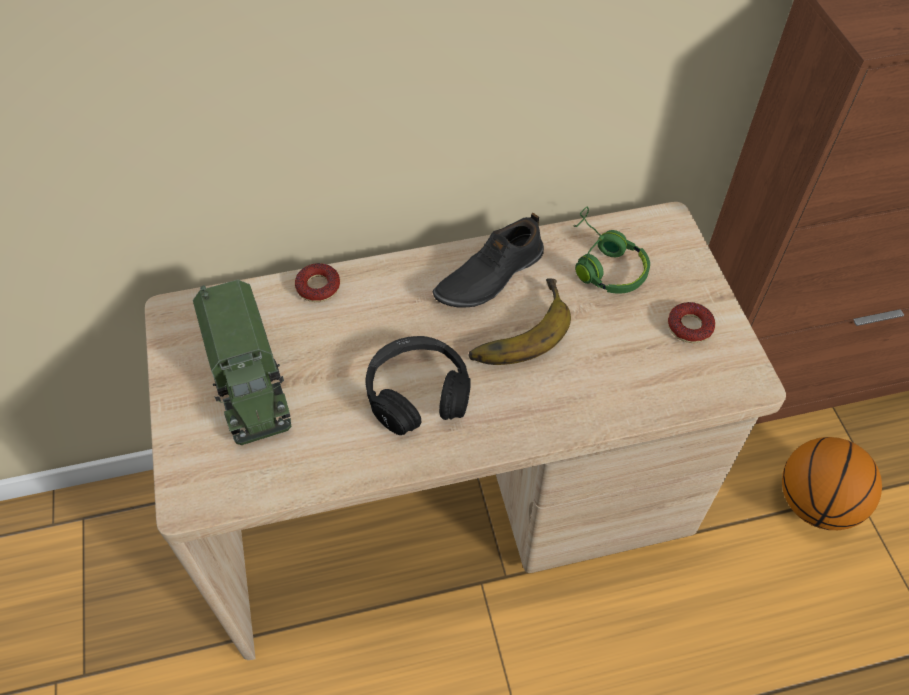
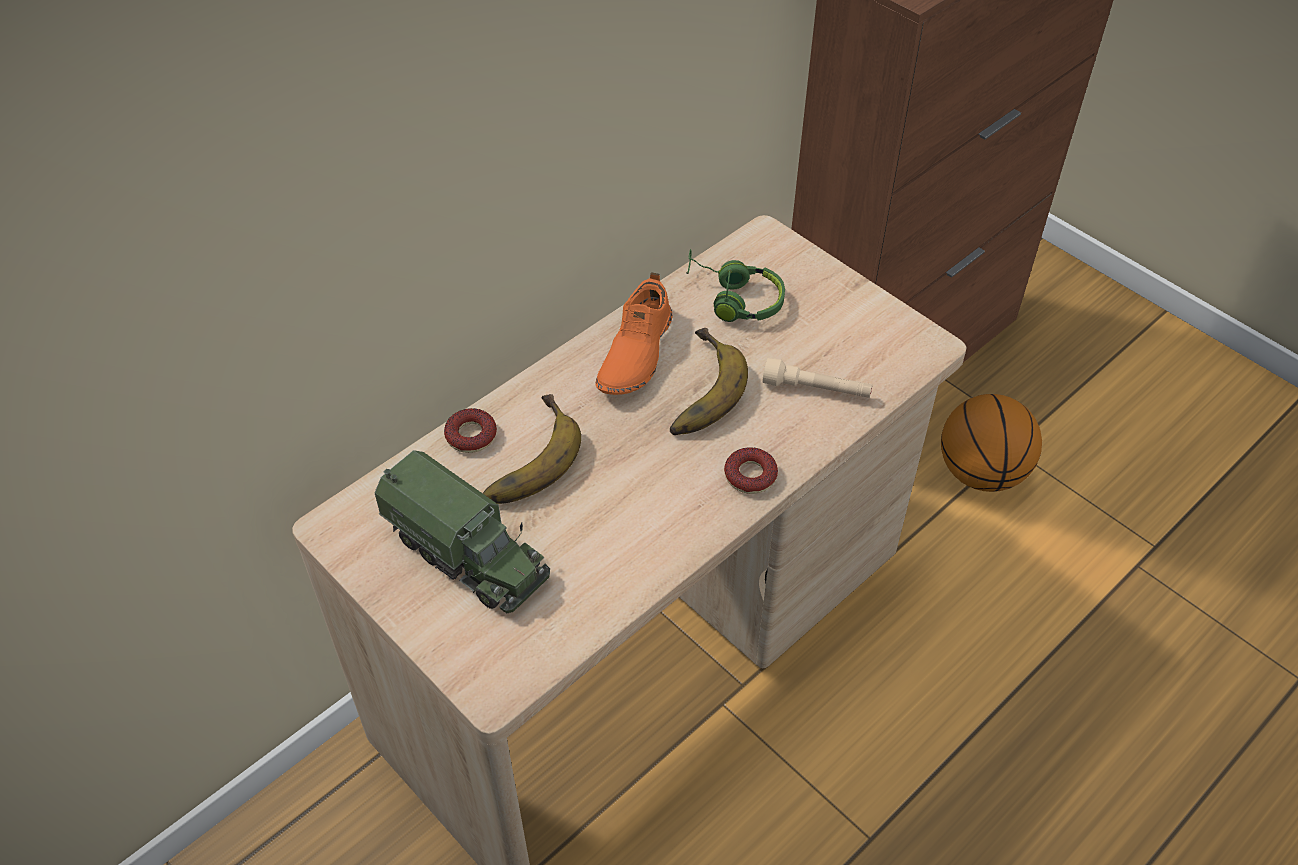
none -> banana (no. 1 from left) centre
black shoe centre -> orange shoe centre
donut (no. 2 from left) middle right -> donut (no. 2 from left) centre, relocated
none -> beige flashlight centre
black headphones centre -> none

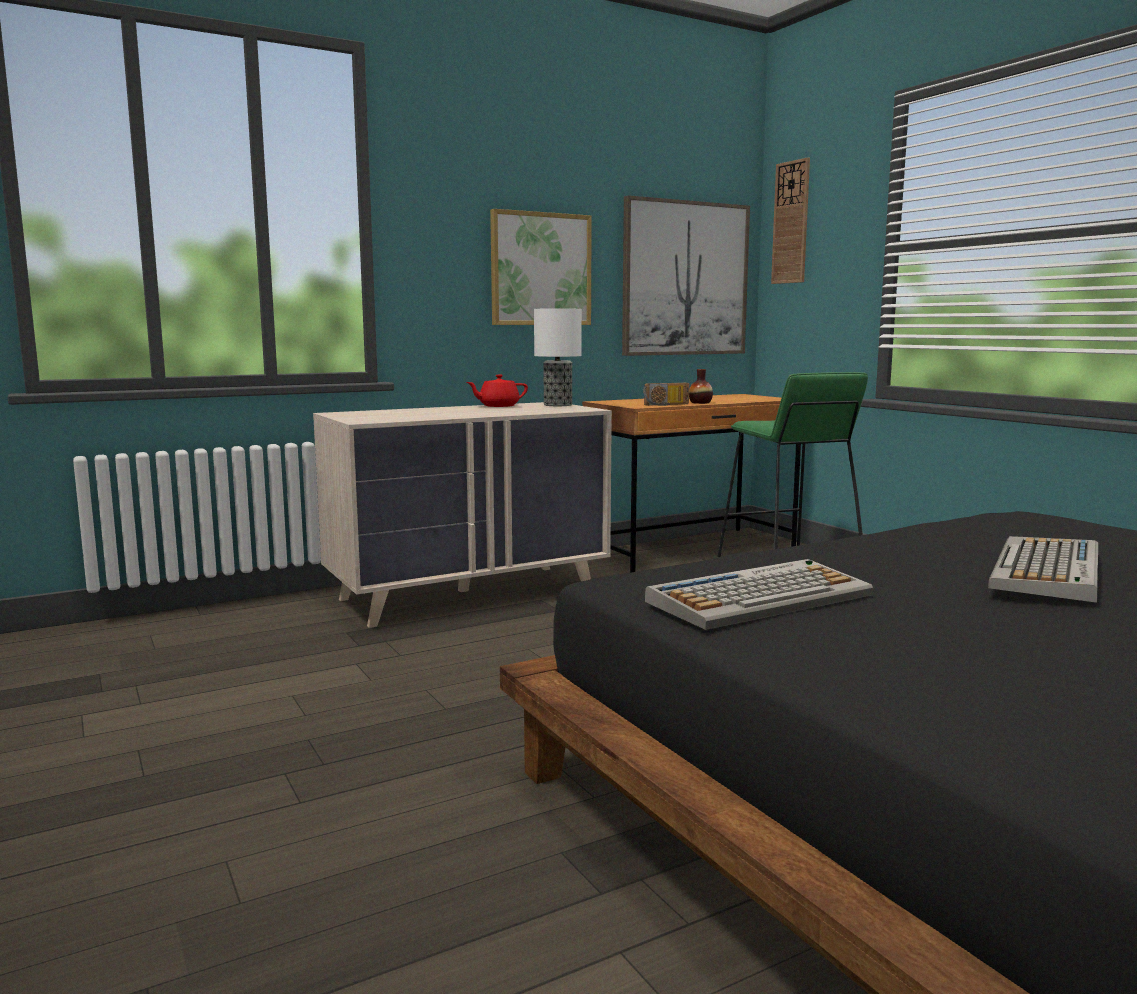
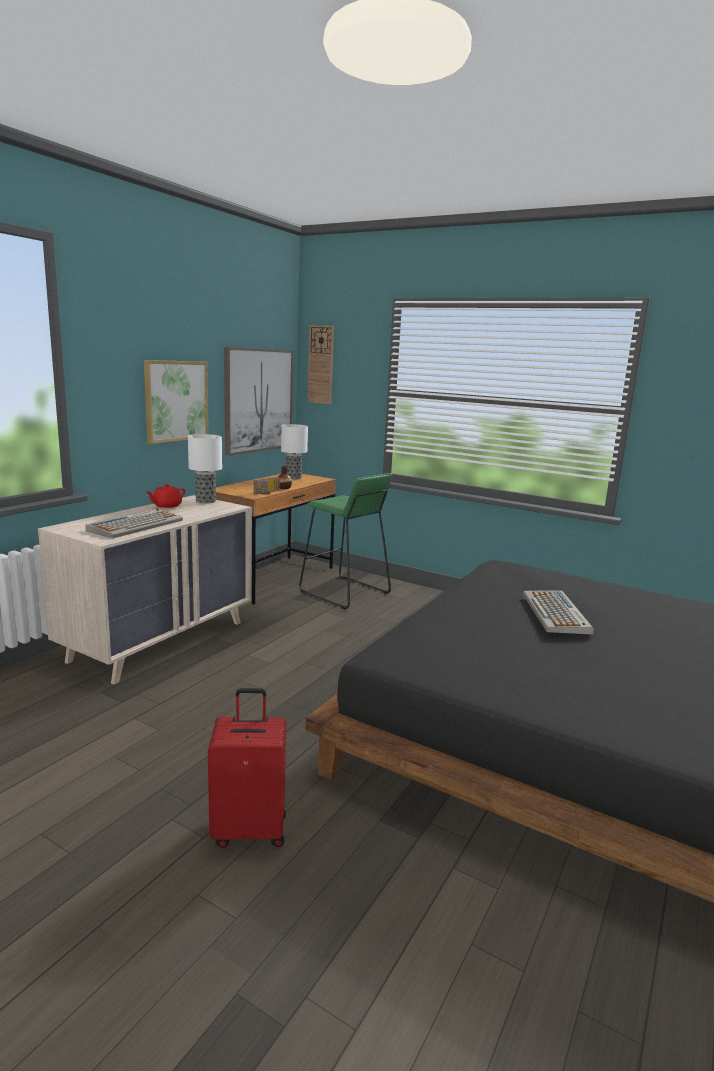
keyboard (no. 1 from left) middle right -> keyboard (no. 1 from left) middle left, relocated
none -> red suitcase bottom centre
none -> table lamp (no. 2 from left) centre

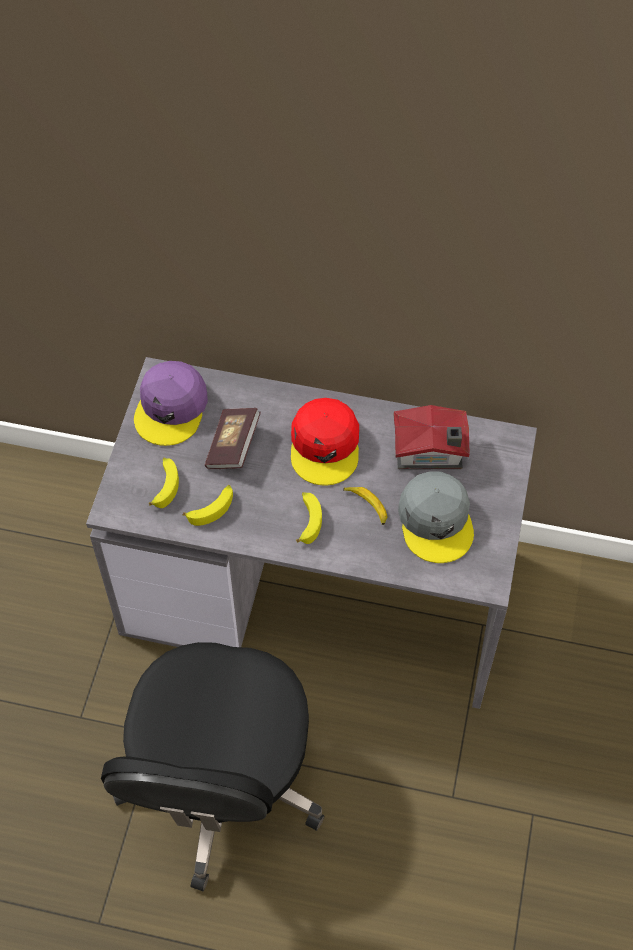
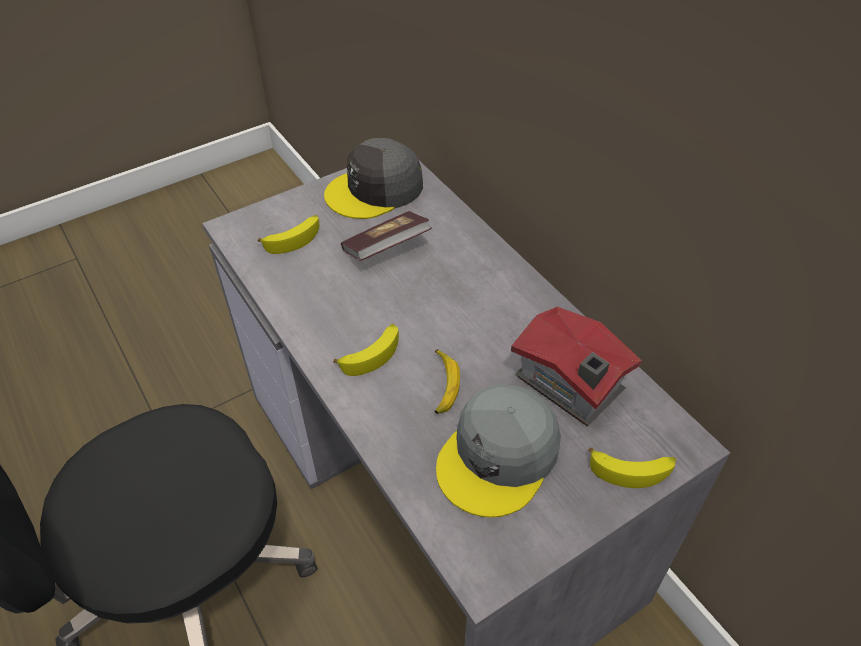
purple cap middle left -> grey cap (no. 1 from left) top centre
banana (no. 2 from left in the first image) middle left -> banana (no. 4 from left) bottom right, relocated
red cap centre -> none

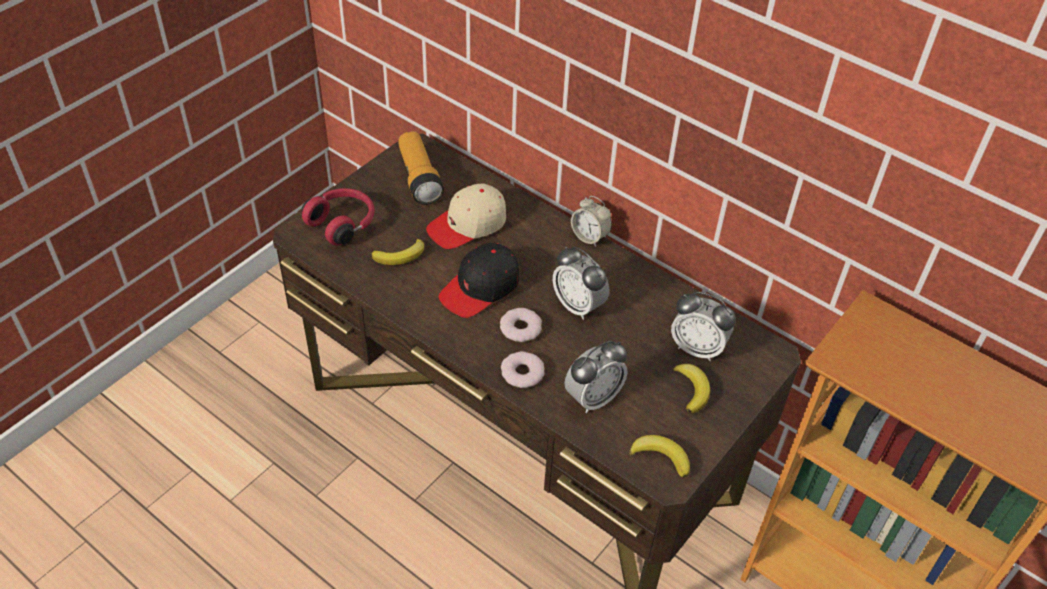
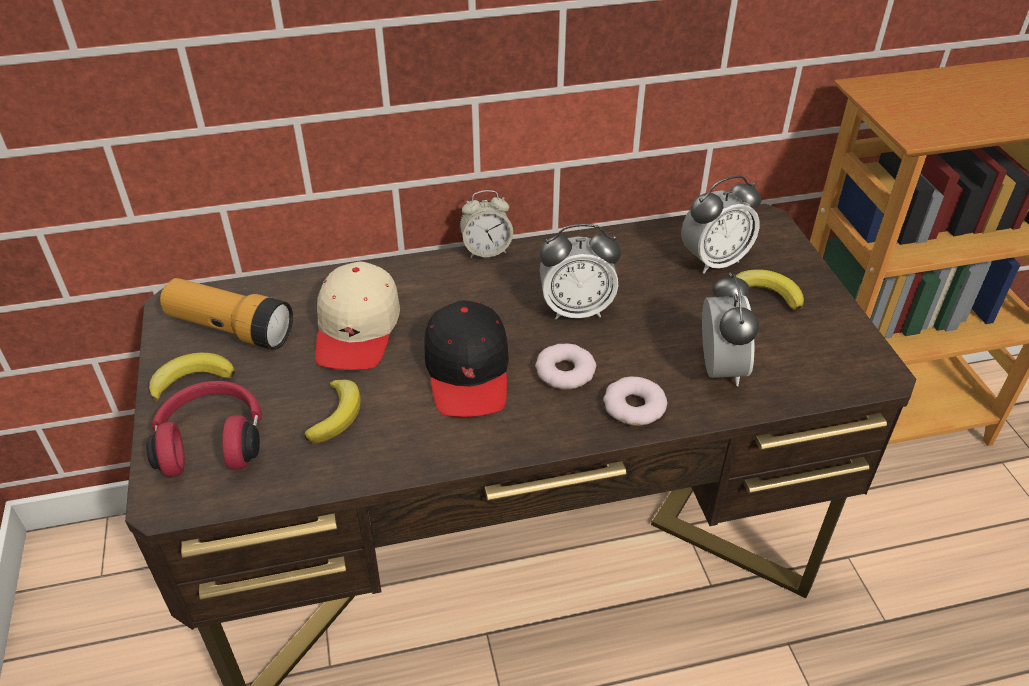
banana (no. 2 from left in the first image) bottom centre -> banana (no. 1 from left) middle left, relocated

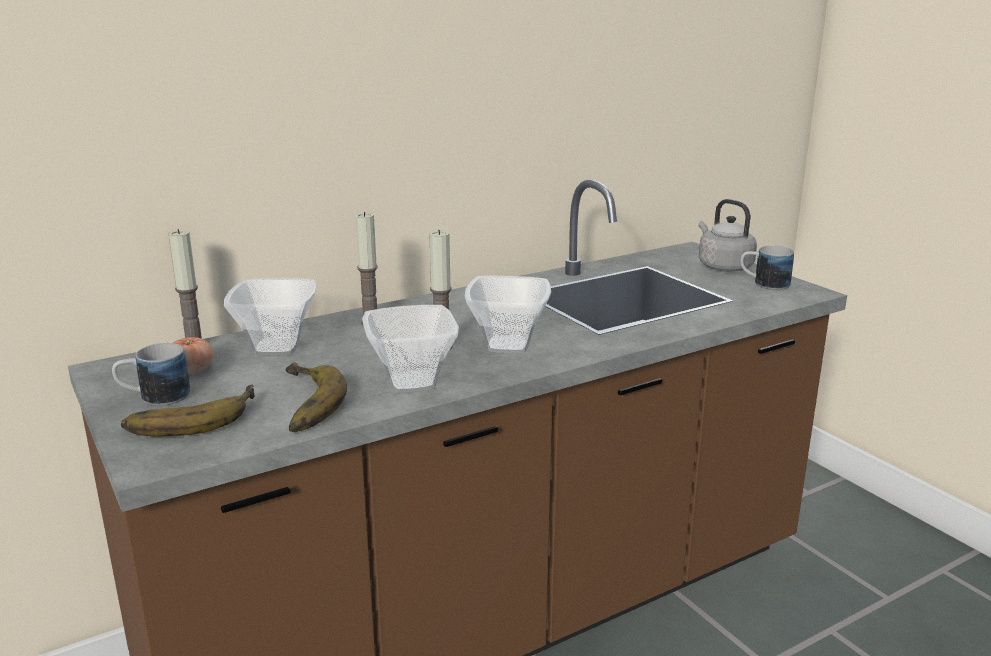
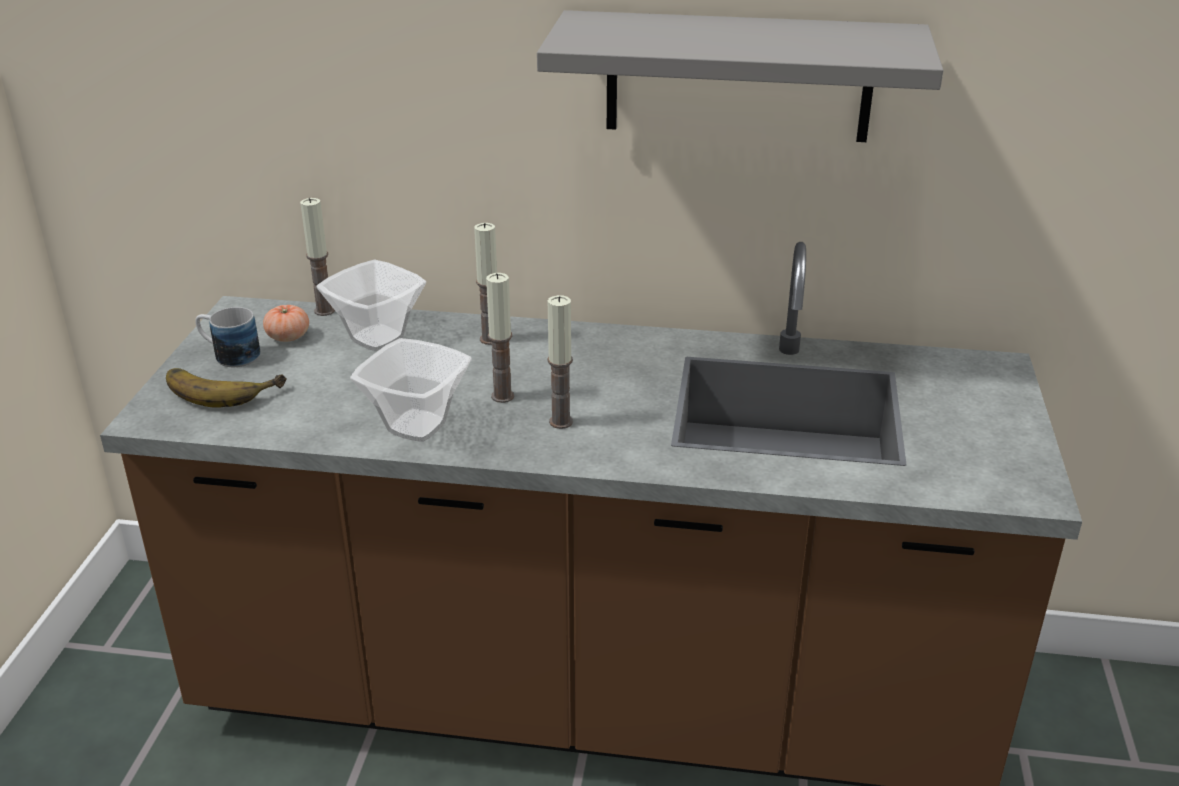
none -> grey shelf top centre
bowl (no. 3 from left) centre -> candle (no. 4 from left) centre
banana (no. 2 from left) middle left -> none
grey kettle middle right -> none
mug (no. 2 from left) middle right -> none

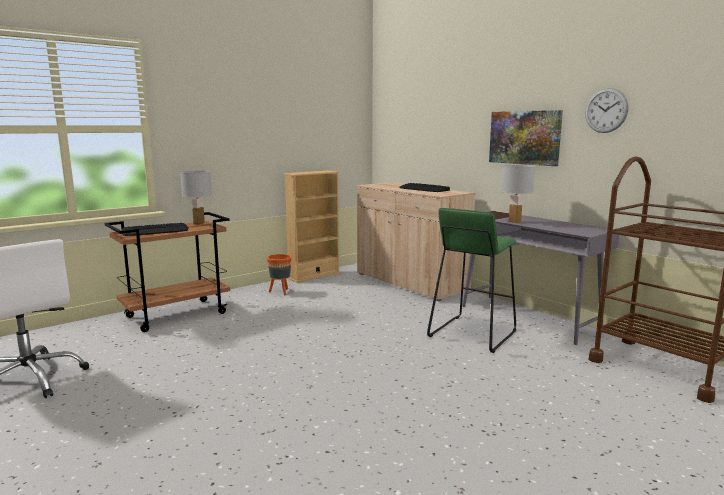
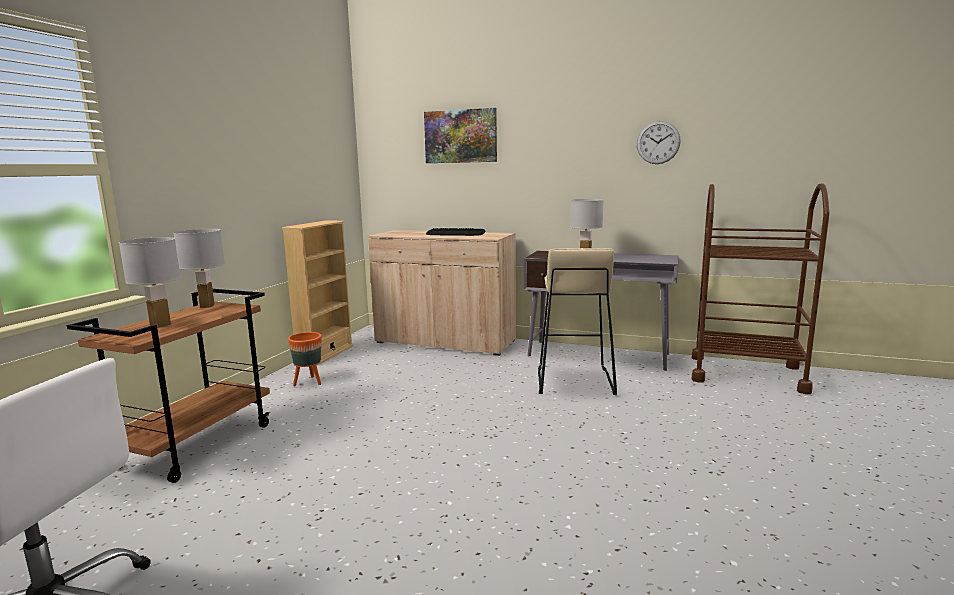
keyboard (no. 1 from left) middle left -> white table lamp (no. 1 from left) middle left
picture top right -> picture top centre, relocated
green stool centre -> beige stool centre

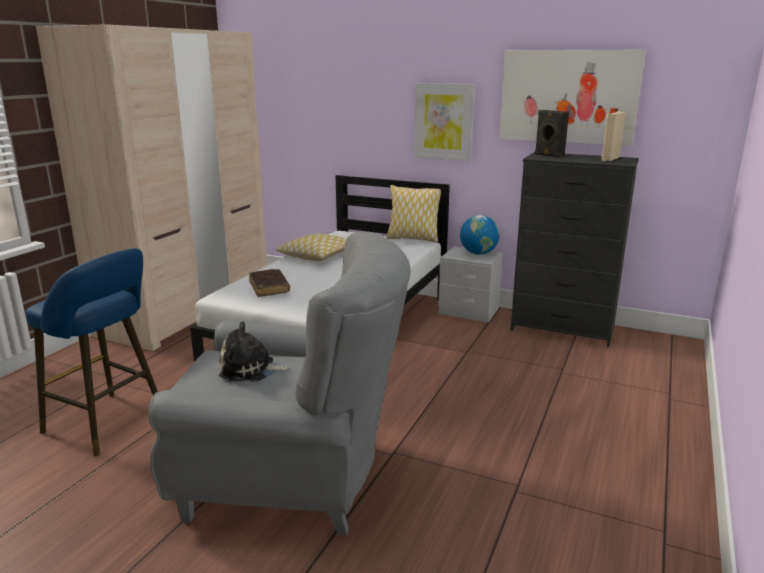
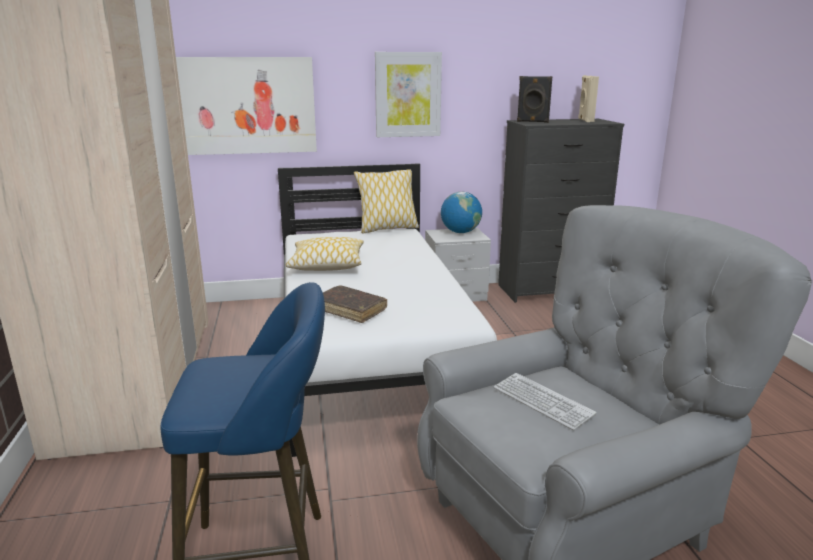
picture (no. 2 from left in the first image) top right -> picture (no. 1 from left) top left, relocated
plush toy centre -> keyboard bottom right

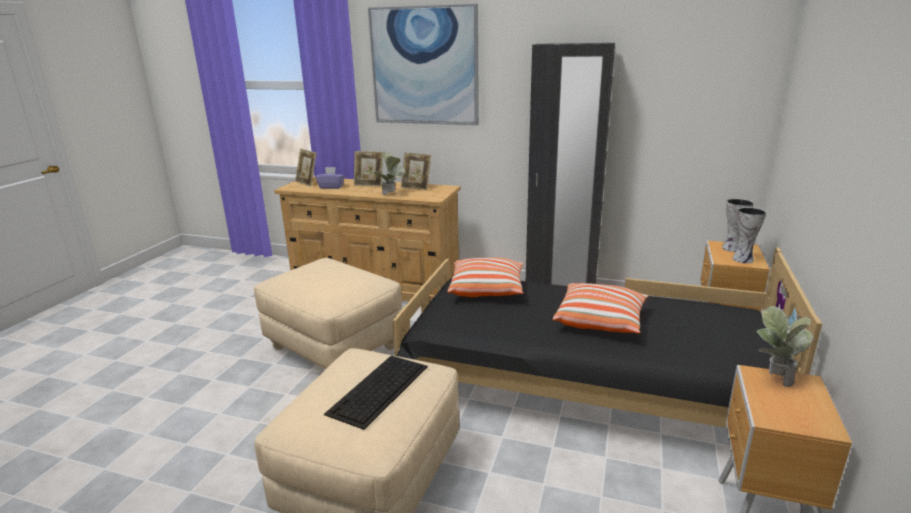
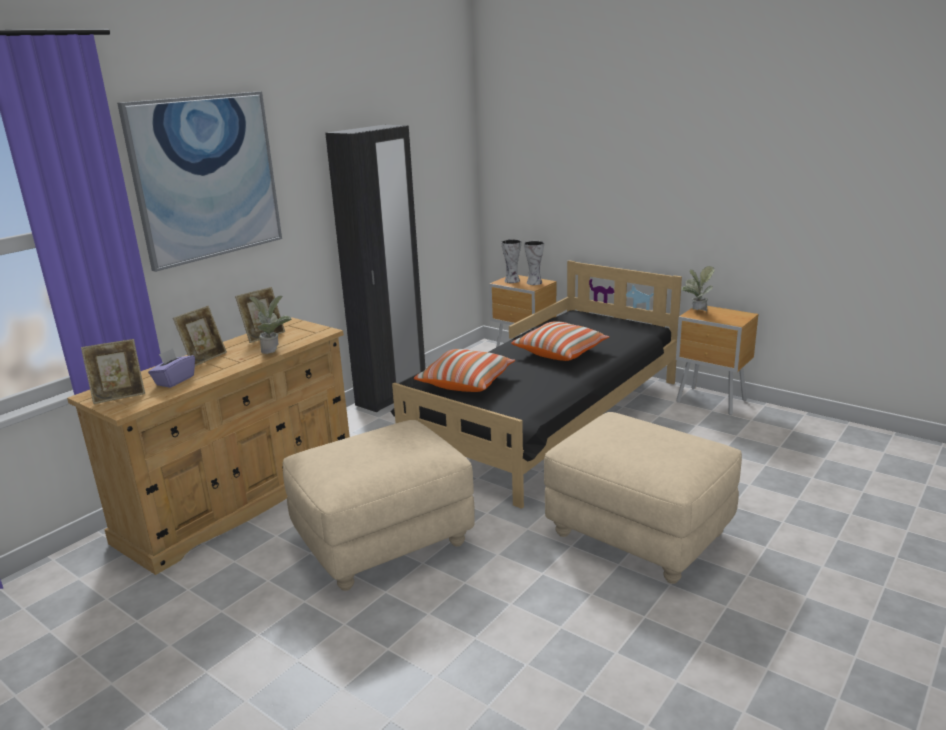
keyboard bottom centre -> none

